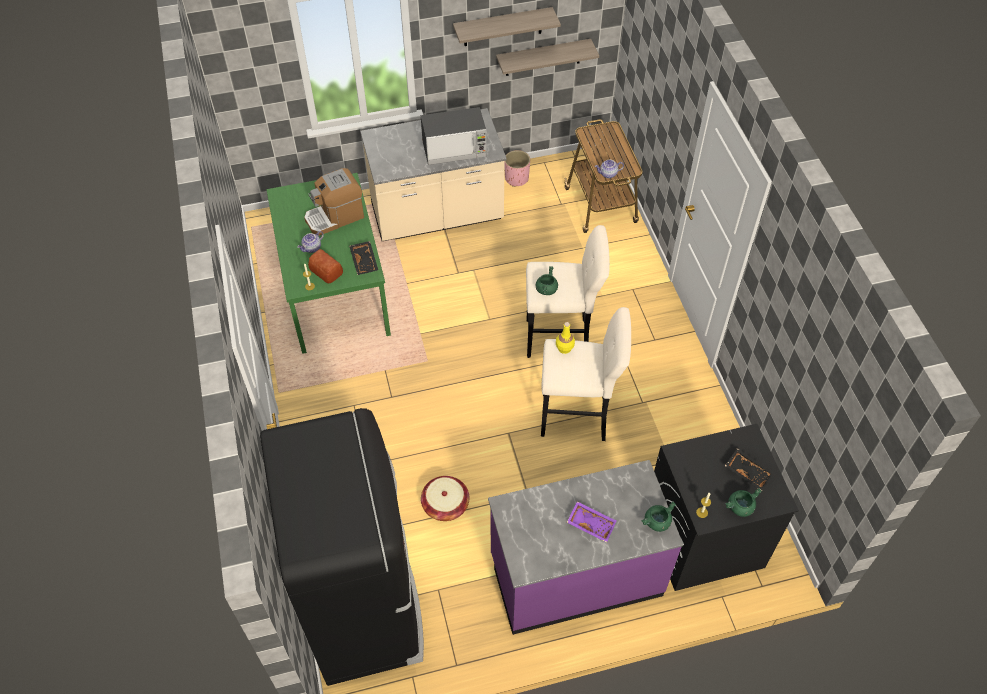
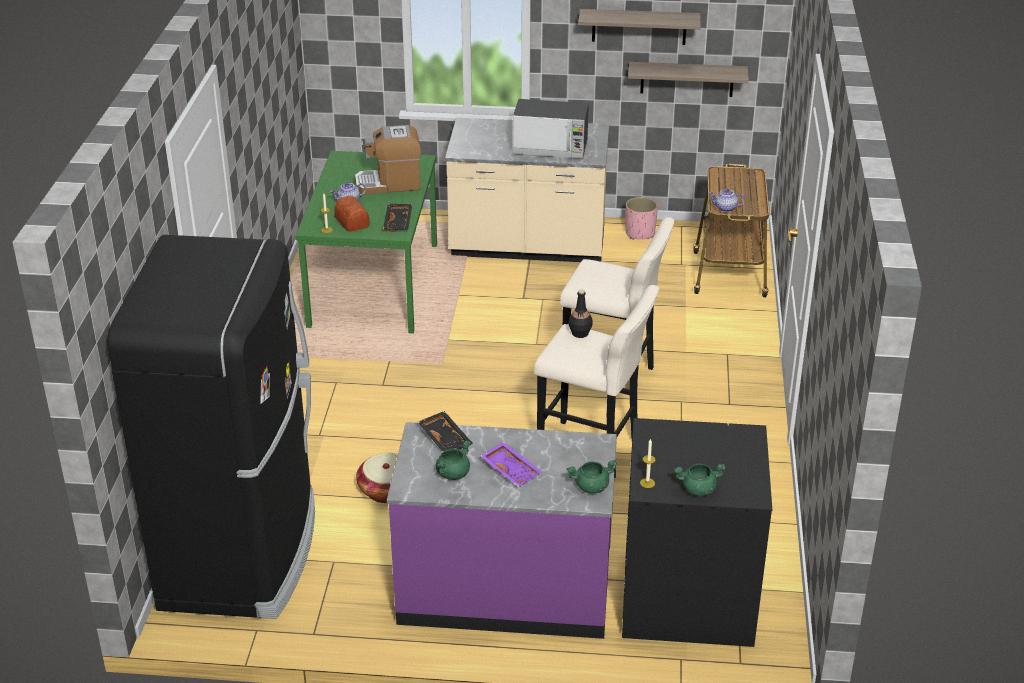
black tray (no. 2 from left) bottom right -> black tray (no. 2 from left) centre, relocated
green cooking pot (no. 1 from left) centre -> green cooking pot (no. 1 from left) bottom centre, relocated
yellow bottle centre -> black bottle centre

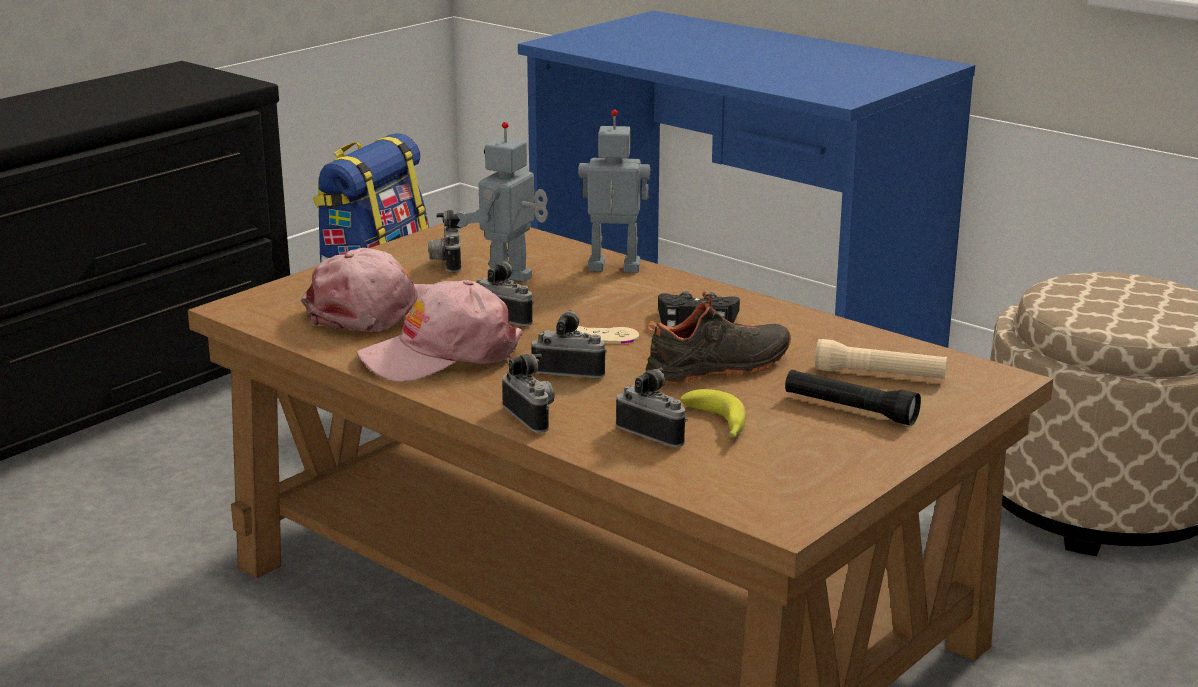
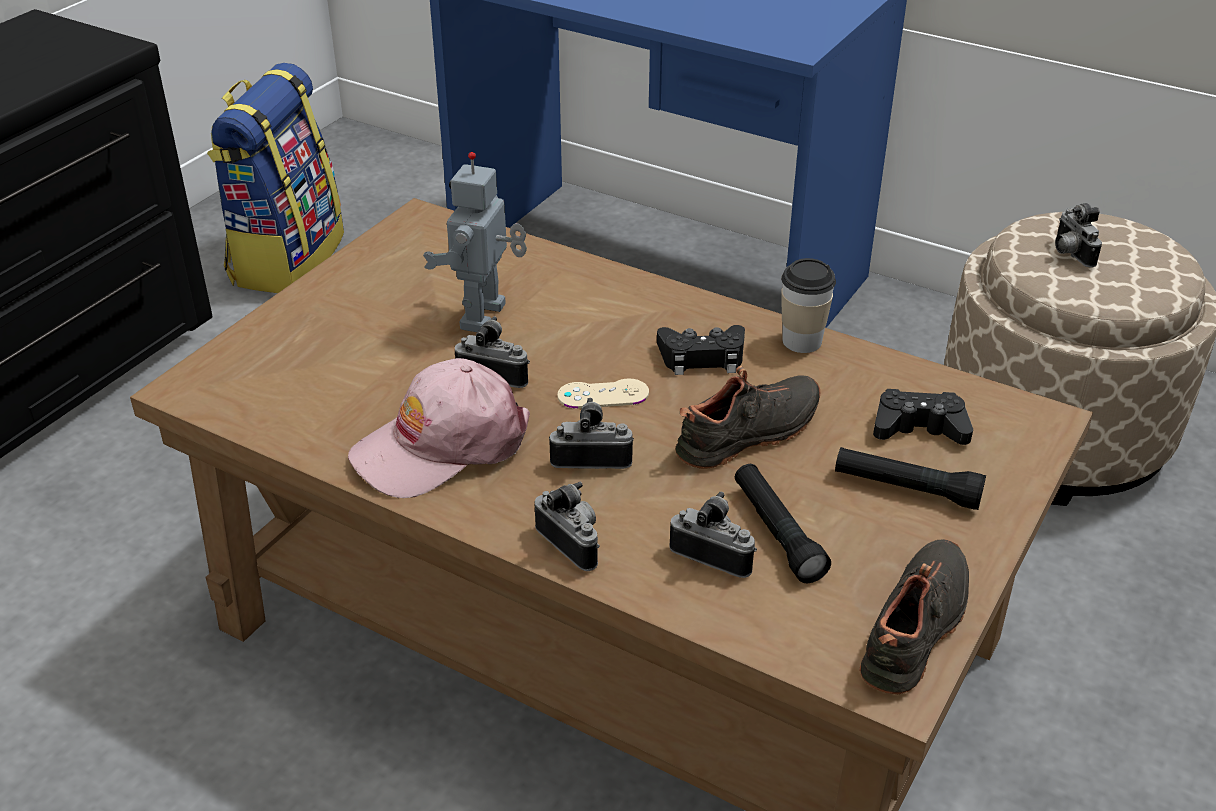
banana centre -> black flashlight (no. 1 from left) centre
none -> cup centre
none -> black shoe (no. 2 from left) bottom right
beige flashlight middle right -> black game controller (no. 2 from left) middle right
photo camera (no. 1 from left in the first image) centre -> photo camera (no. 5 from left) top right, relocated
pink cap (no. 1 from left) middle left -> none
toy robot (no. 2 from left) top centre -> none

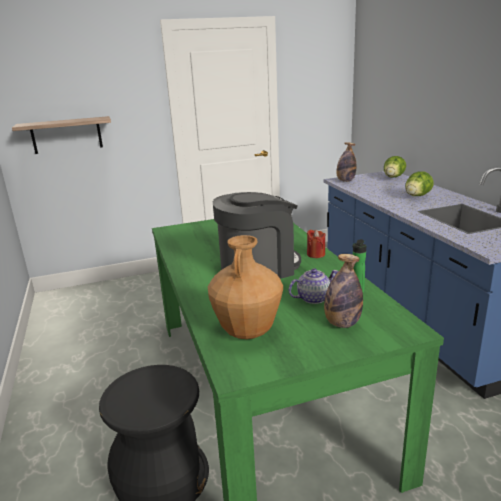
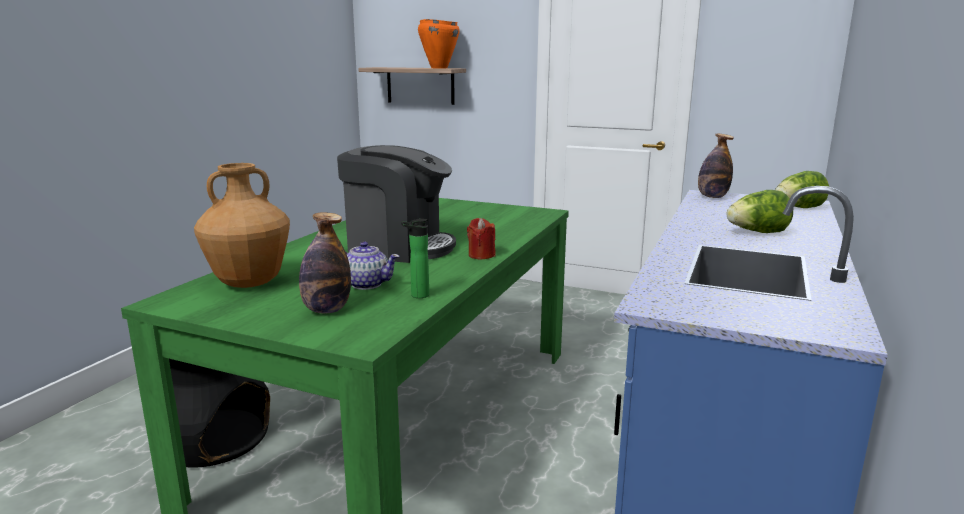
none -> orange cooking pot top centre

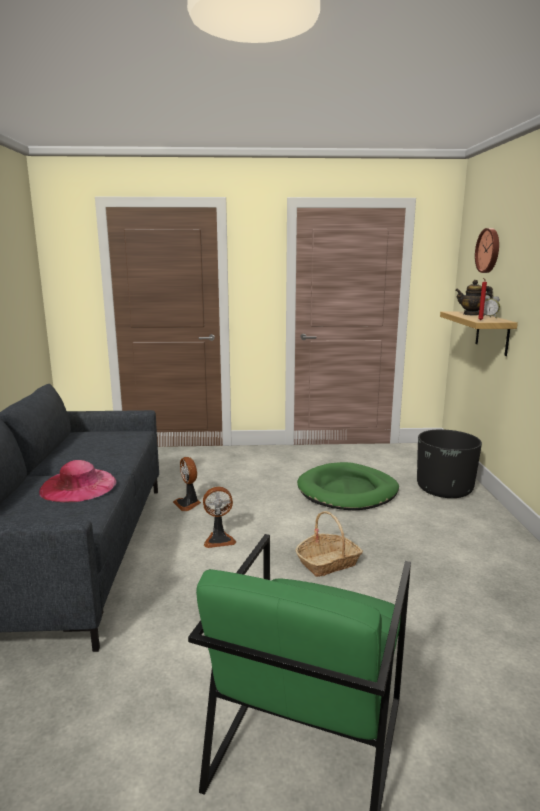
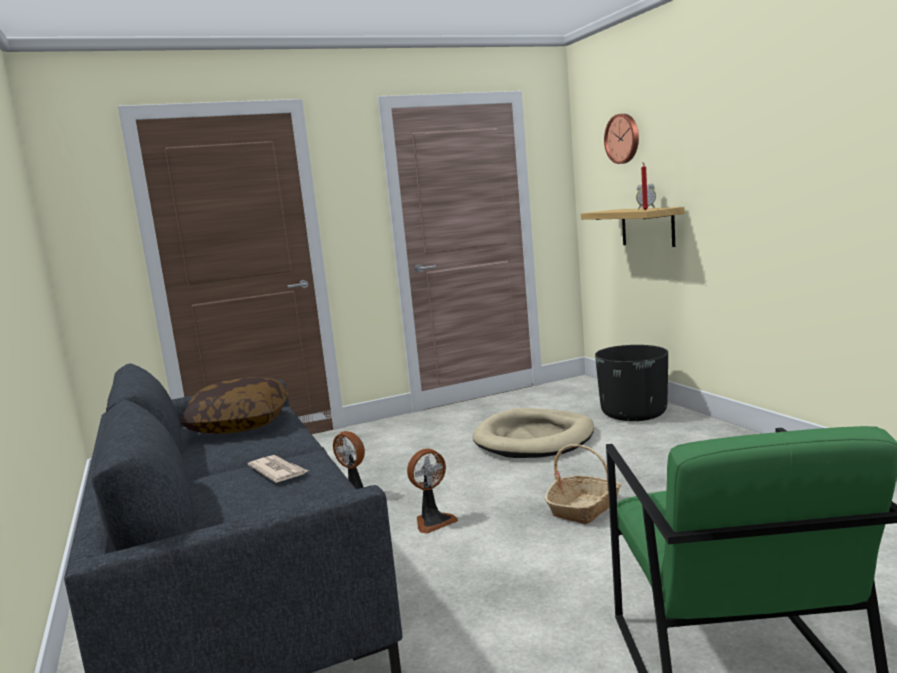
none -> pillow middle left
pink hat middle left -> newspaper bottom left
green dog bed centre -> beige dog bed centre
teapot middle right -> none

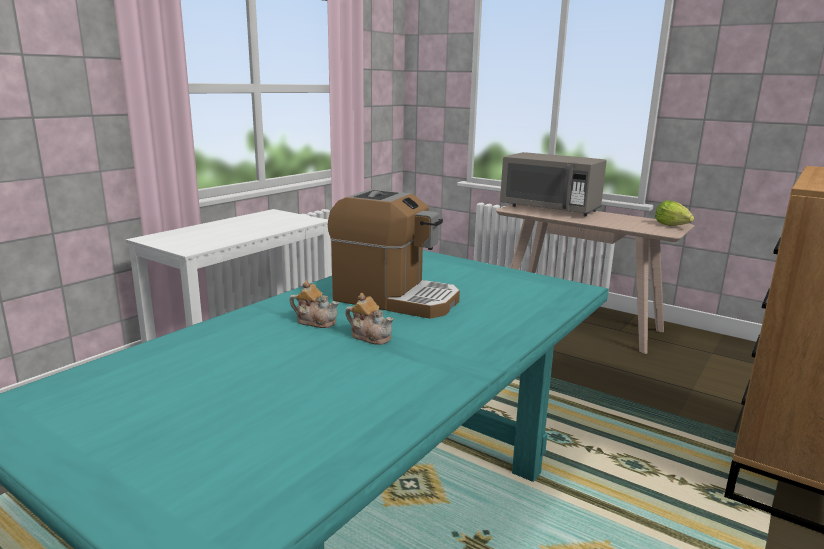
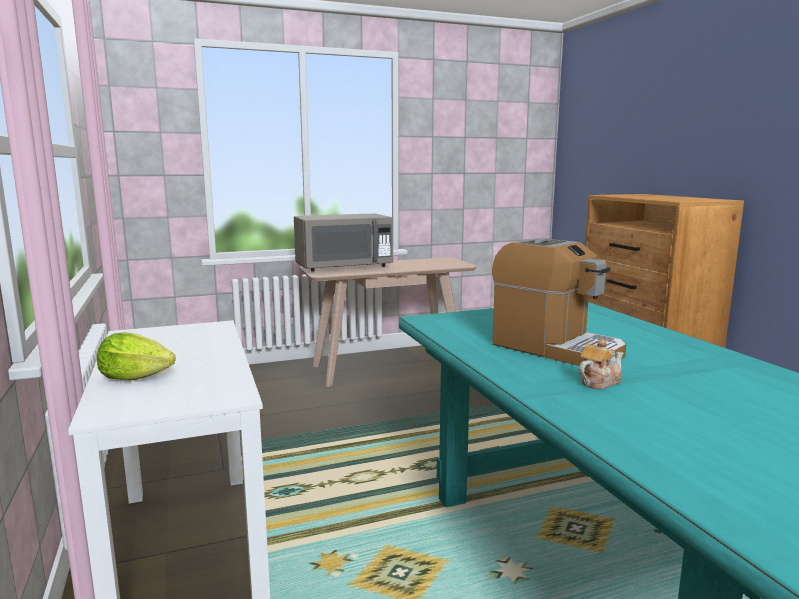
lettuce middle right -> lettuce middle left, relocated
coffee machine centre -> coffee machine middle right, 75 degrees clockwise
teapot (no. 2 from left) centre -> none

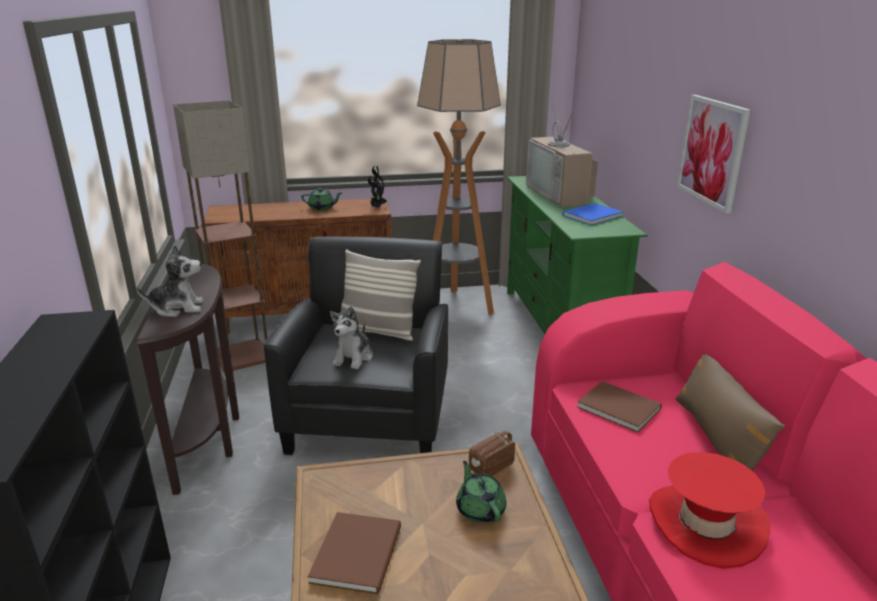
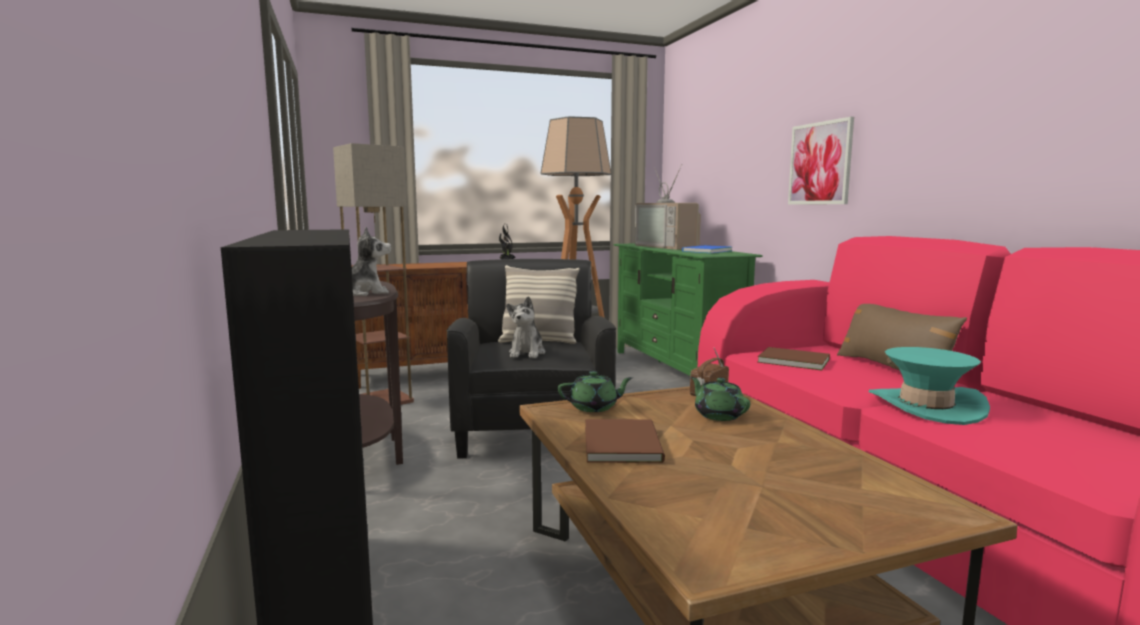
green teapot (no. 1 from left) top centre -> green teapot (no. 1 from left) centre, relocated
red hat bottom right -> turquoise hat middle right

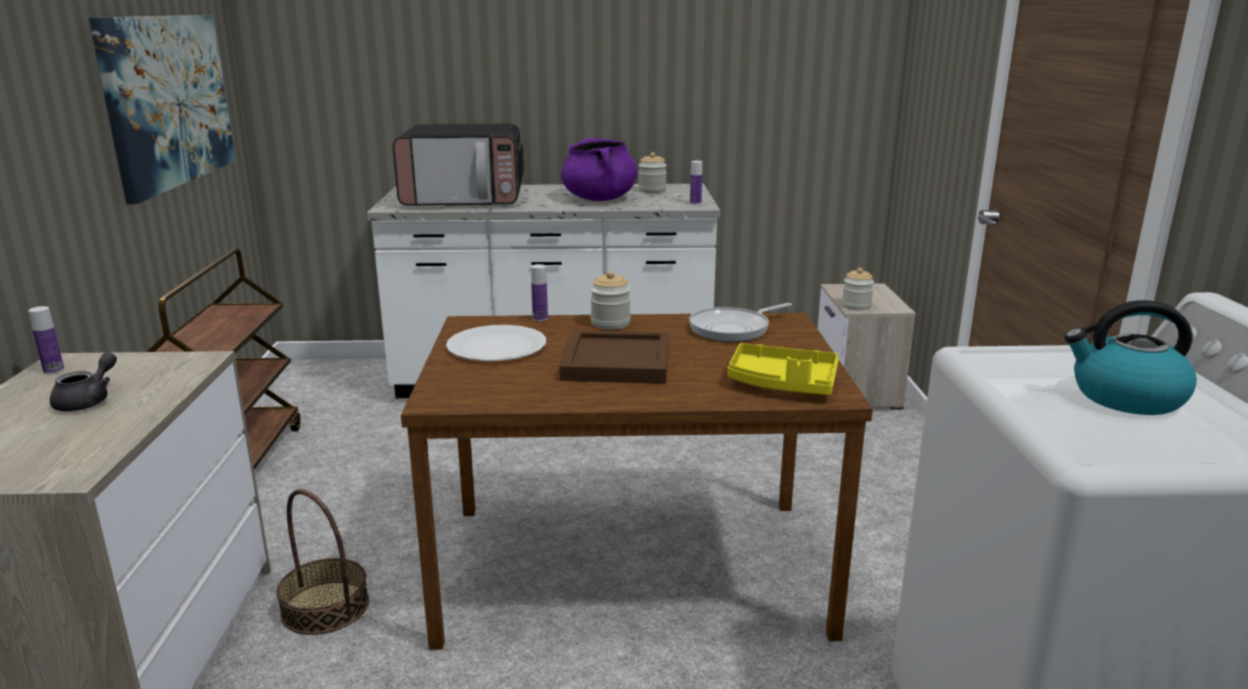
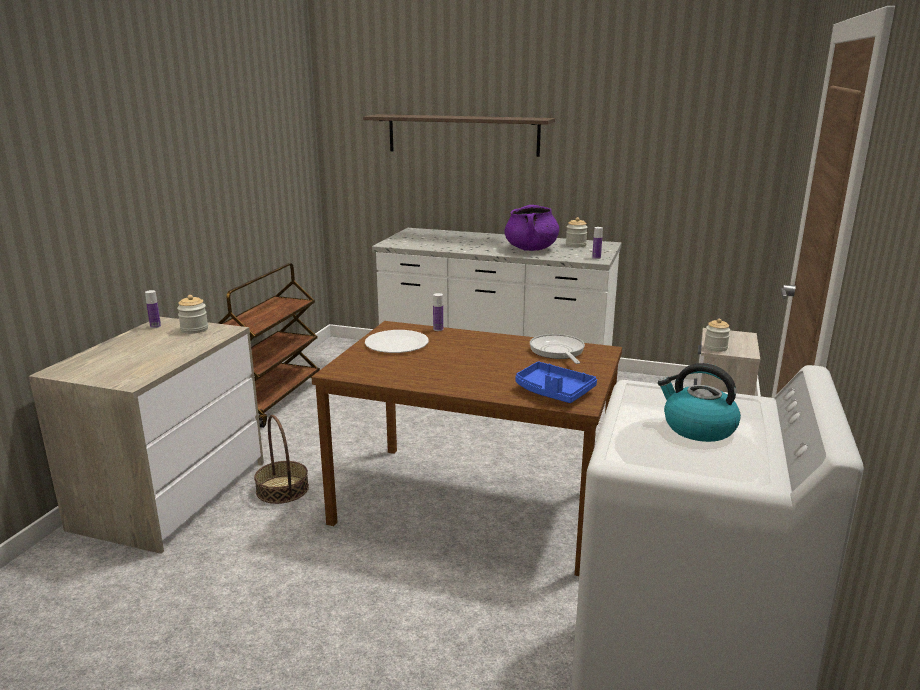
jar (no. 1 from left) centre -> jar (no. 1 from left) middle left, relocated
none -> shelf top centre
yellow tray centre -> blue tray centre
frying pan centre, 90 degrees clockwise
grey teapot middle left -> none
picture top left -> none
microwave top centre -> none
brown tray centre -> none

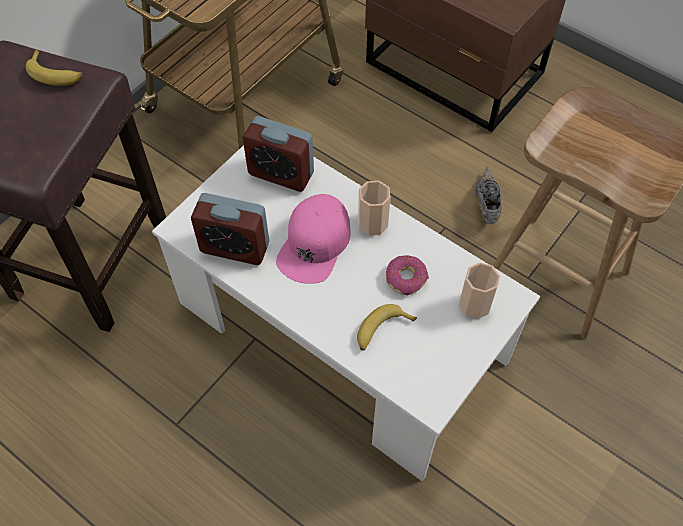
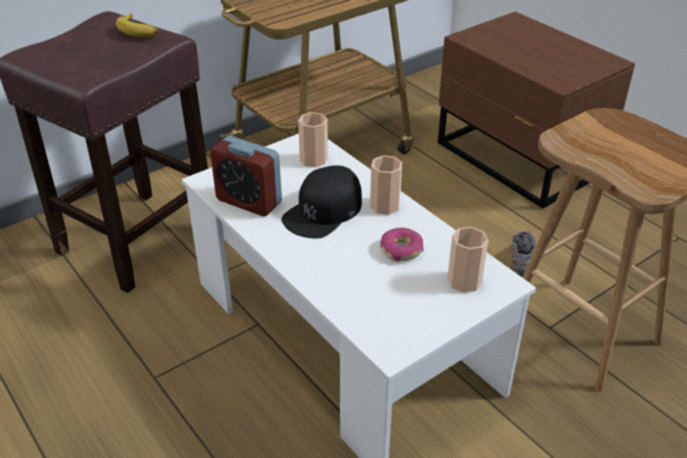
pink cap centre -> black cap centre
alarm clock (no. 2 from left) top centre -> cup (no. 1 from left) top centre
banana (no. 2 from left) centre -> none

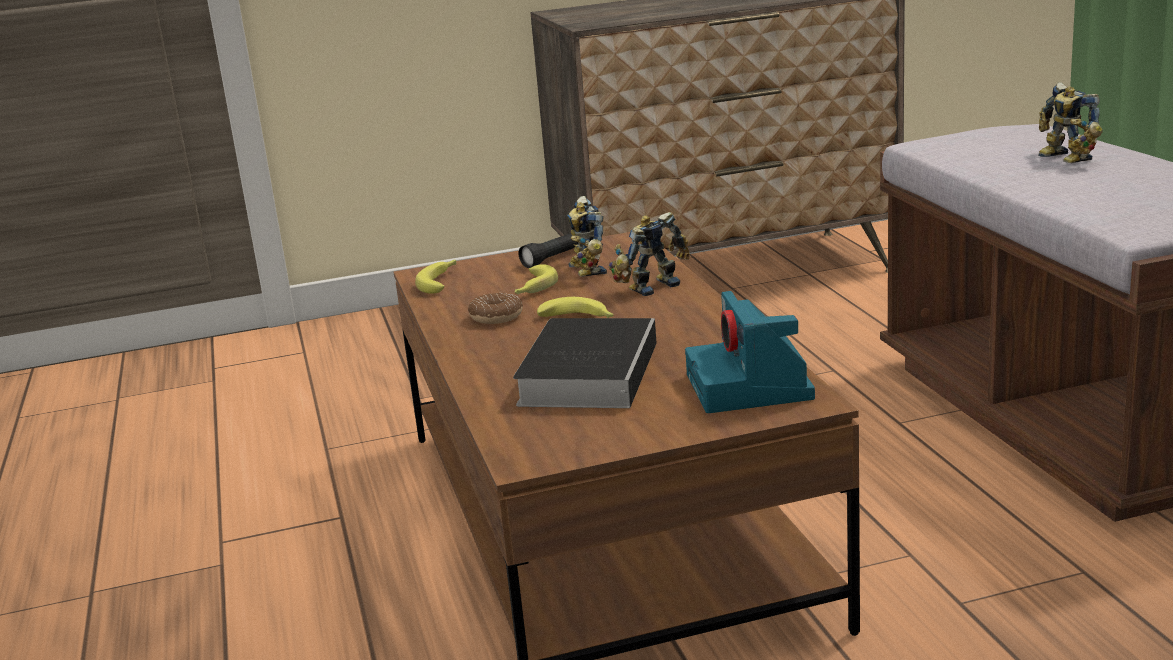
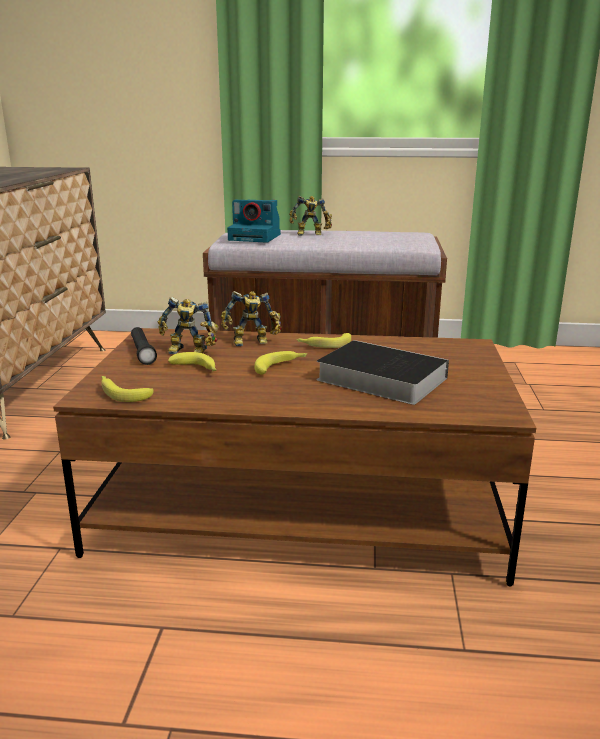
toy robot (no. 2 from left) centre, 90 degrees counterclockwise
photo camera centre -> photo camera top centre, relocated
none -> banana (no. 4 from left) centre
donut centre -> none

